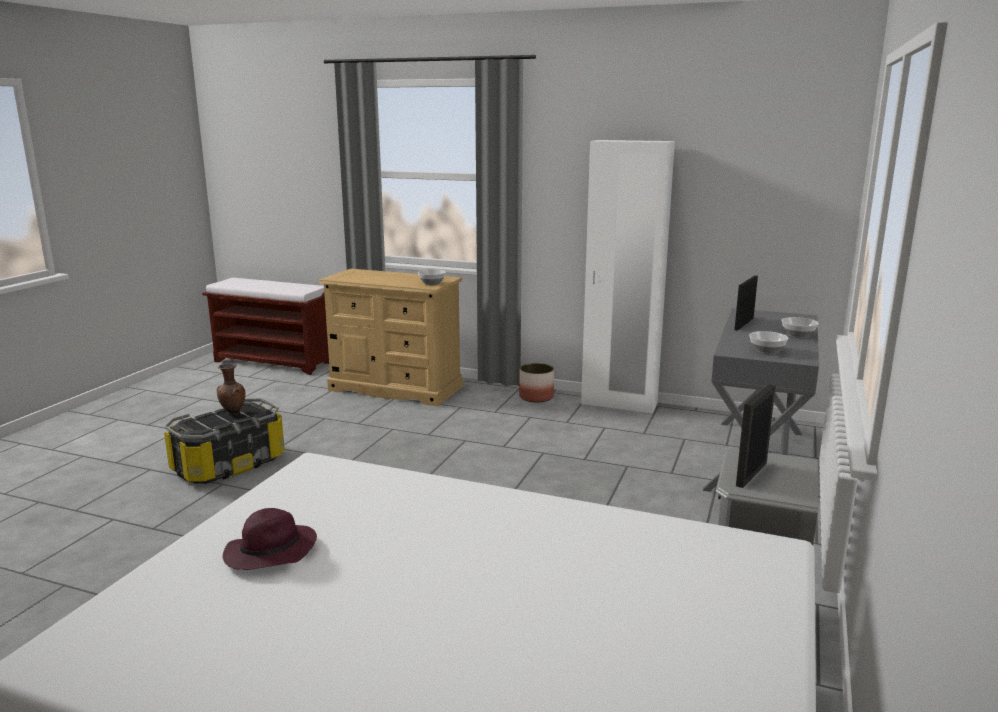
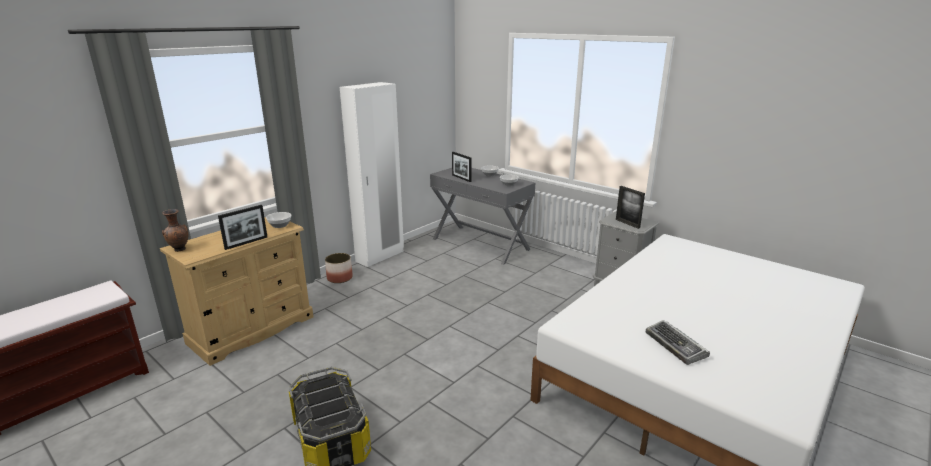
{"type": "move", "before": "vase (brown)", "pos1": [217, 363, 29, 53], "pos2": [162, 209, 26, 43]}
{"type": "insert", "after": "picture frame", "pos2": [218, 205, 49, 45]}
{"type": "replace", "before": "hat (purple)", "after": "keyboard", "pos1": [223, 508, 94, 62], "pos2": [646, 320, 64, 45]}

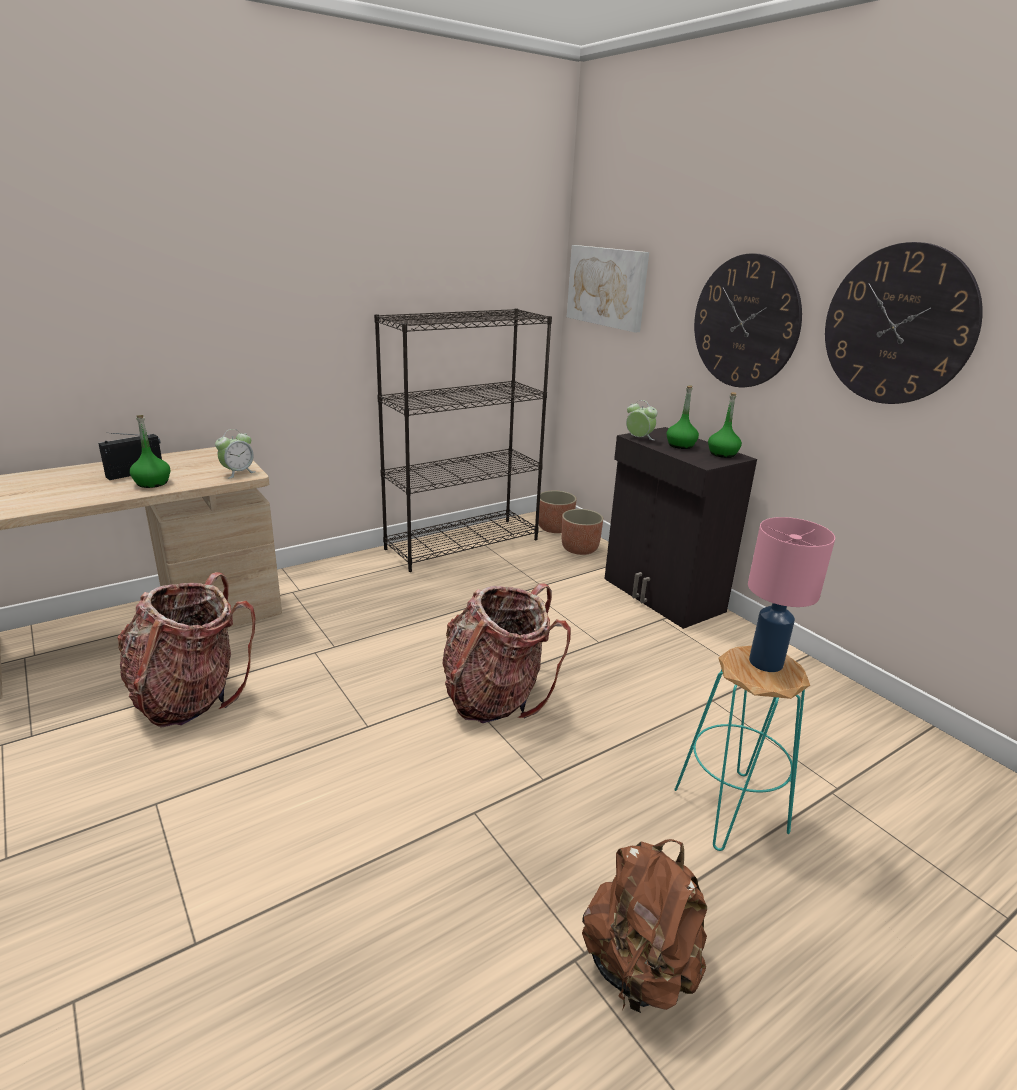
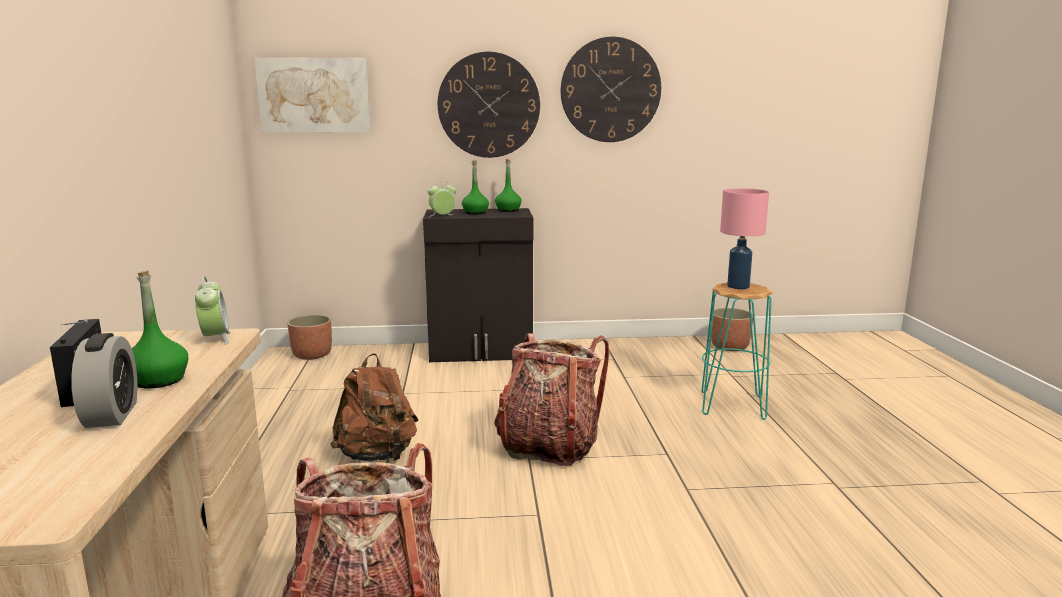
{"type": "insert", "after": "alarm clock", "pos2": [71, 333, 67, 95]}
{"type": "move", "before": "backpack (brown)", "pos1": [582, 839, 125, 174], "pos2": [330, 353, 88, 108]}
{"type": "move", "before": "planter", "pos1": [562, 509, 41, 46], "pos2": [711, 308, 42, 43]}
{"type": "delete", "before": "bookcase (black)", "pos1": [374, 308, 178, 264]}

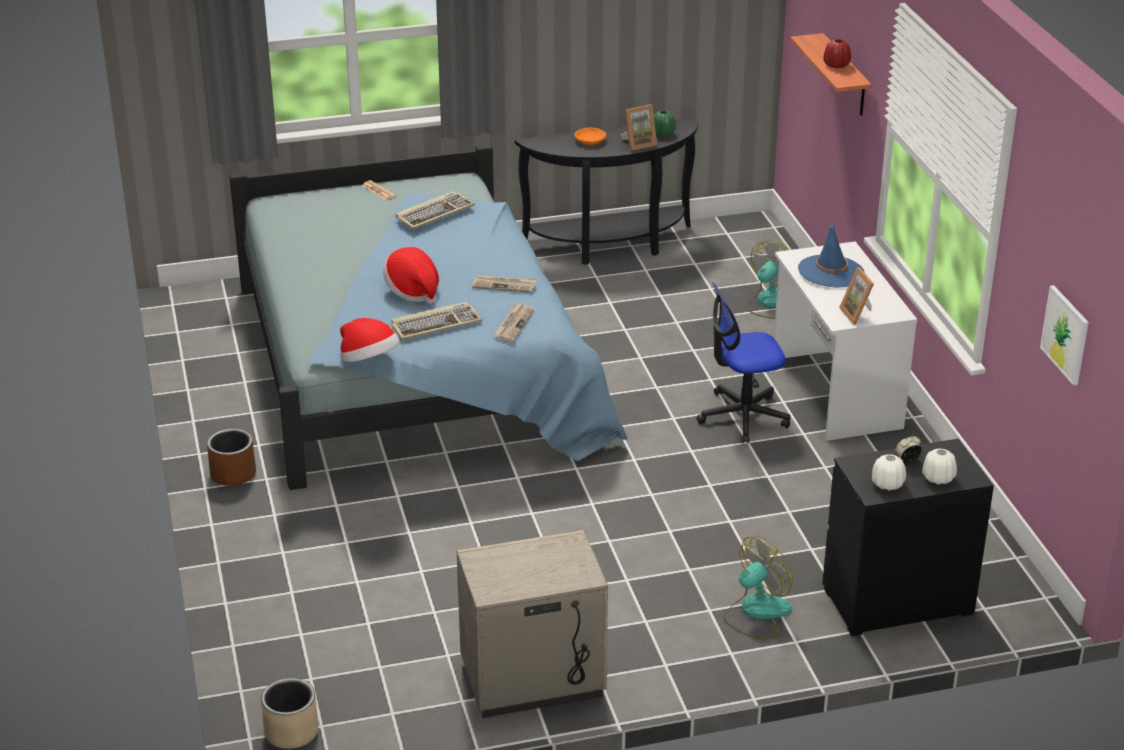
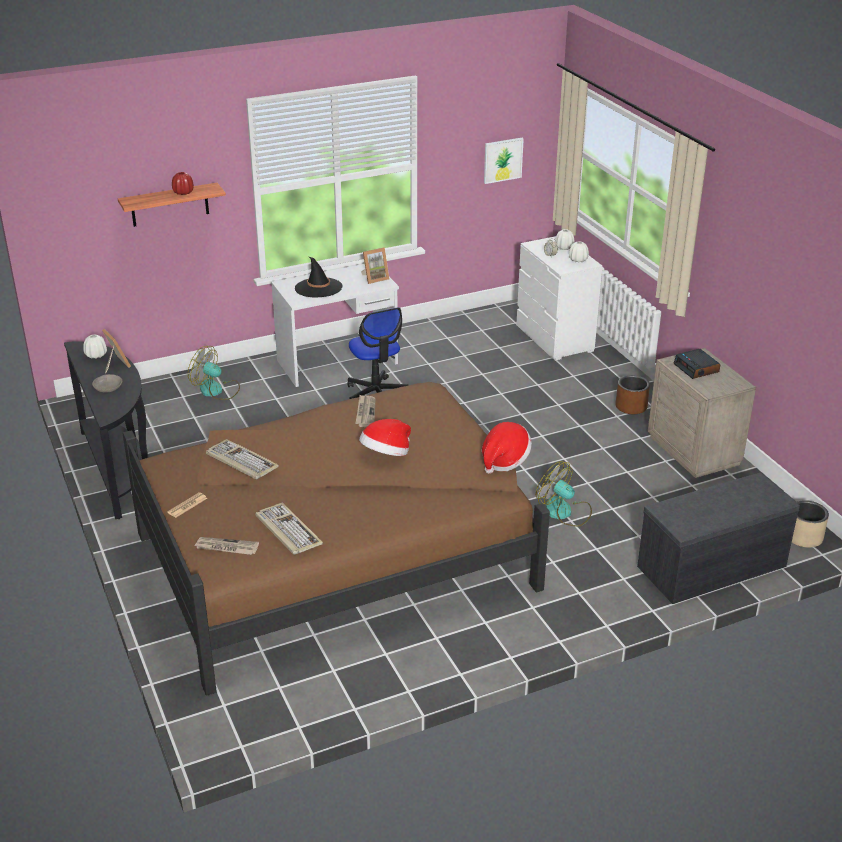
{"type": "recolor", "before": "vase (green)", "after": "vase (white)", "pos1": [653, 110, 23, 27], "pos2": [83, 334, 24, 25]}
{"type": "recolor", "before": "bowl (orange)", "after": "bowl (grey)", "pos1": [574, 128, 32, 17], "pos2": [92, 374, 30, 19]}
{"type": "recolor", "before": "bed (blue)", "after": "bed (brown)", "pos1": [229, 144, 398, 346], "pos2": [122, 382, 428, 314]}
{"type": "move", "before": "newspaper", "pos1": [494, 302, 40, 40], "pos2": [194, 537, 65, 18]}
{"type": "move", "before": "keyboard", "pos1": [392, 302, 90, 38], "pos2": [255, 503, 68, 52]}
{"type": "recolor", "before": "hat (blue)", "after": "hat (black)", "pos1": [798, 222, 67, 65], "pos2": [295, 256, 48, 42]}
{"type": "recolor", "before": "dresser (black)", "after": "dresser (white)", "pos1": [822, 439, 172, 197], "pos2": [516, 236, 86, 124]}
{"type": "move", "before": "fan", "pos1": [723, 536, 70, 103], "pos2": [536, 461, 56, 65]}
{"type": "move", "before": "planter (brown)", "pos1": [207, 429, 49, 57], "pos2": [615, 375, 35, 39]}
{"type": "insert", "after": "bench (grey)", "pos2": [637, 473, 163, 131]}
{"type": "insert", "after": "alarm clock", "pos2": [674, 349, 47, 30]}

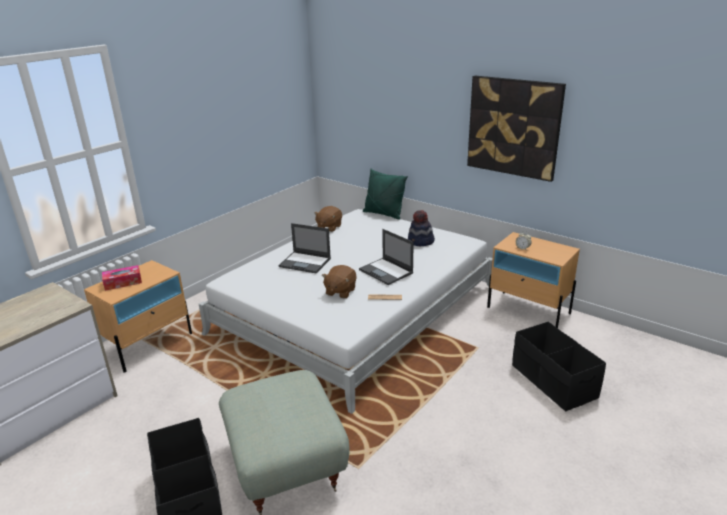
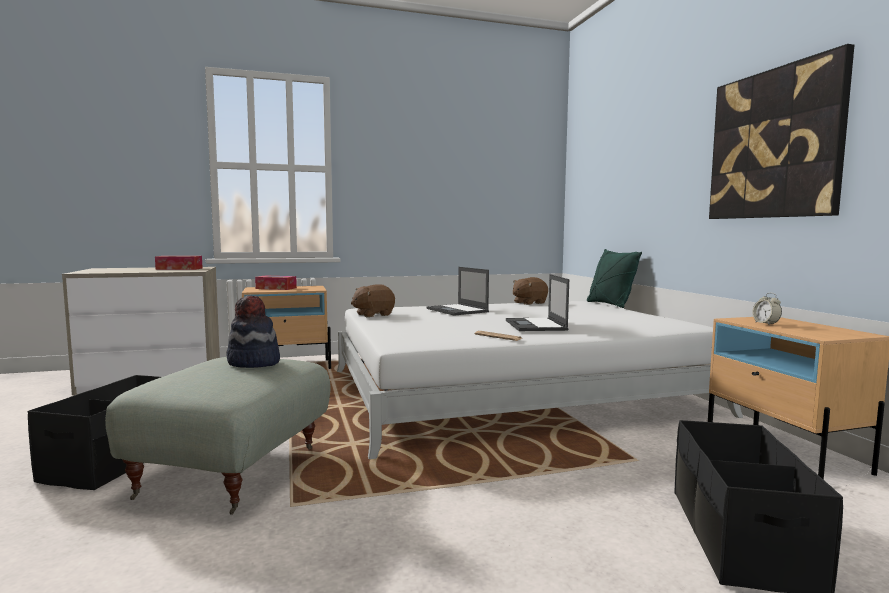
{"type": "insert", "after": "tissue box", "pos2": [155, 256, 48, 14]}
{"type": "move", "before": "hat", "pos1": [408, 210, 27, 36], "pos2": [226, 295, 54, 73]}
{"type": "move", "before": "plush toy (brown)", "pos1": [322, 265, 35, 33], "pos2": [351, 284, 44, 33]}

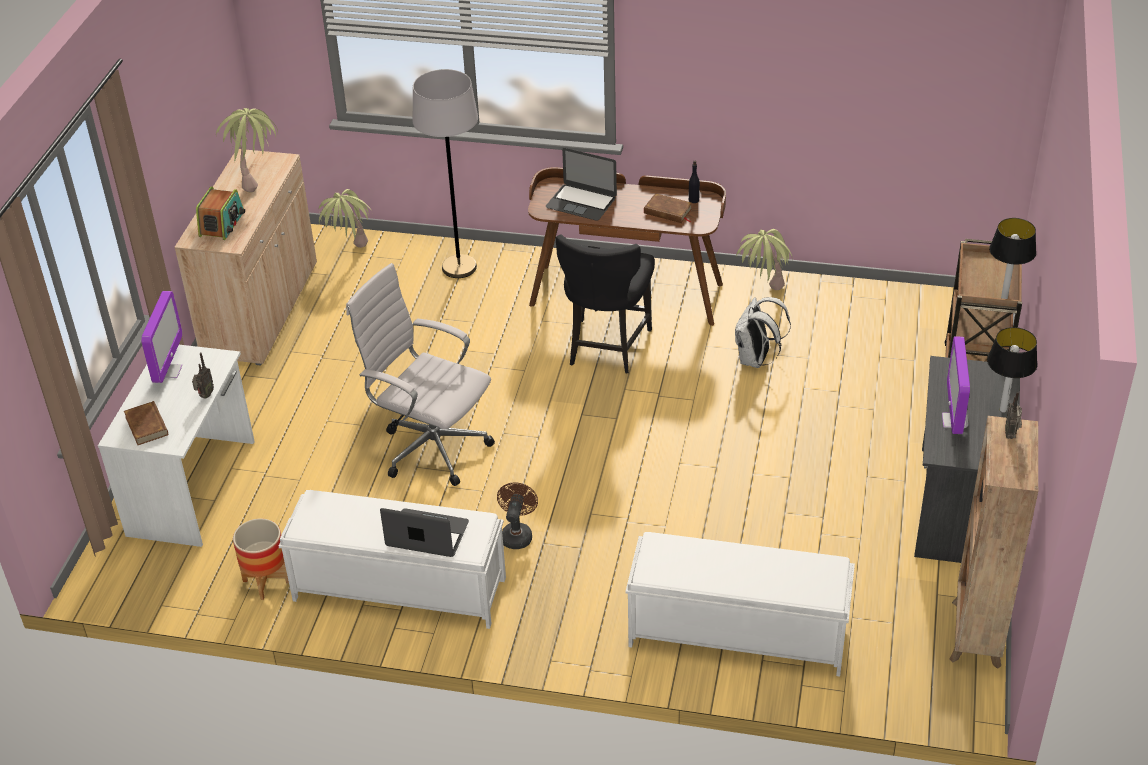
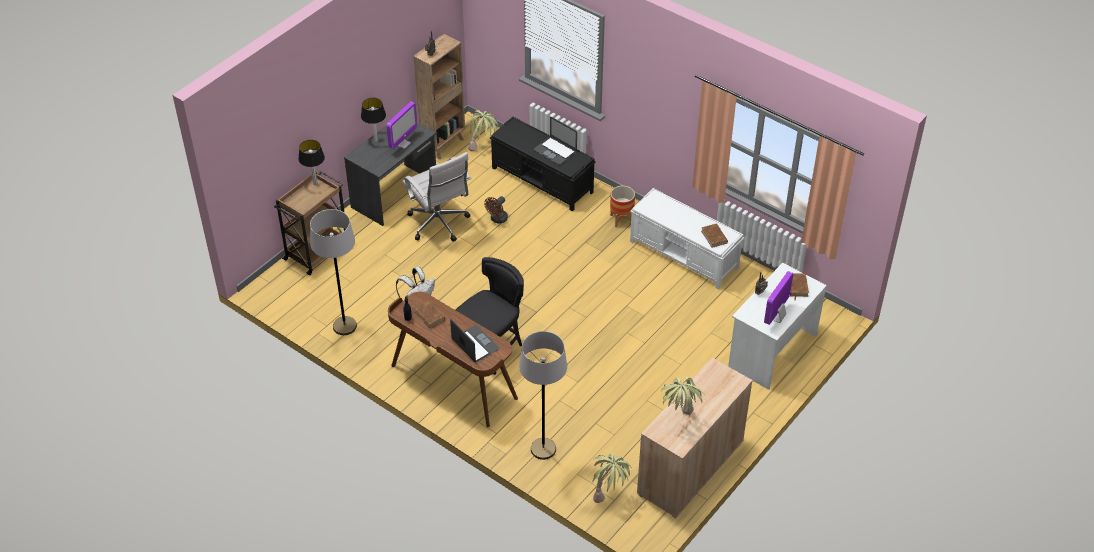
{"type": "insert", "after": "floor lamp (grey)", "pos2": [310, 209, 47, 126]}
{"type": "move", "before": "office chair (white)", "pos1": [346, 263, 149, 223], "pos2": [402, 152, 69, 90]}
{"type": "move", "before": "potted plant", "pos1": [737, 229, 55, 61], "pos2": [468, 110, 31, 41]}
{"type": "move", "before": "fan (brown)", "pos1": [497, 482, 41, 67], "pos2": [484, 196, 24, 28]}
{"type": "recolor", "before": "bench (white)", "after": "bench (black)", "pos1": [625, 532, 230, 145], "pos2": [490, 117, 106, 94]}
{"type": "move", "before": "laptop", "pos1": [380, 508, 89, 49], "pos2": [534, 117, 43, 48]}
{"type": "move", "before": "planter", "pos1": [233, 518, 56, 82], "pos2": [610, 186, 25, 41]}
{"type": "insert", "after": "book (brown)", "pos2": [701, 223, 27, 25]}
{"type": "delete", "before": "radio", "pos1": [196, 187, 49, 53]}

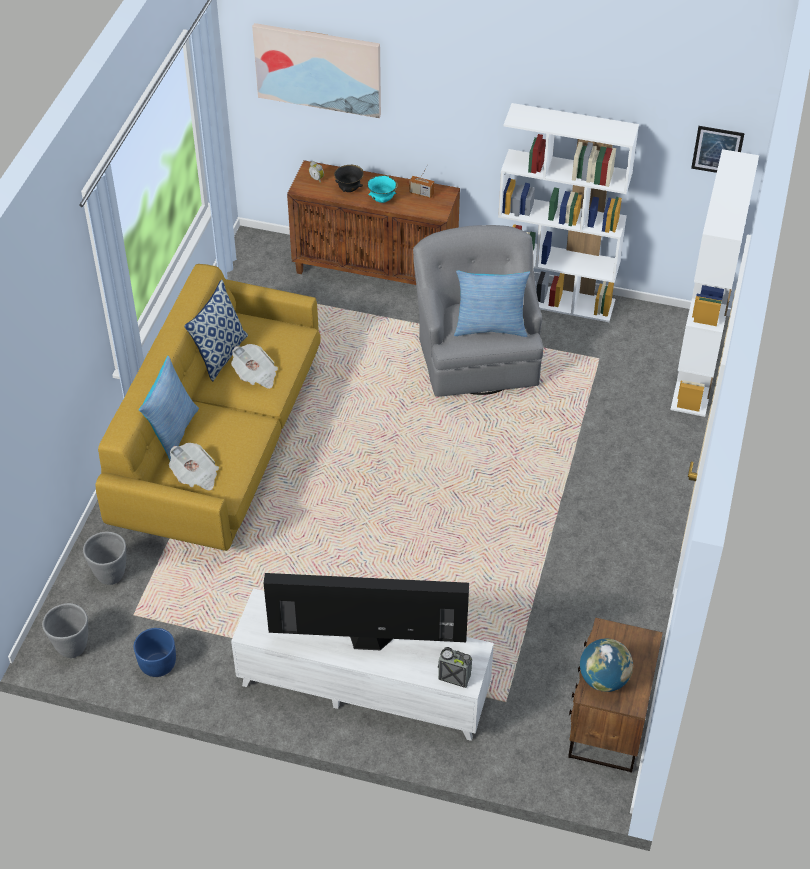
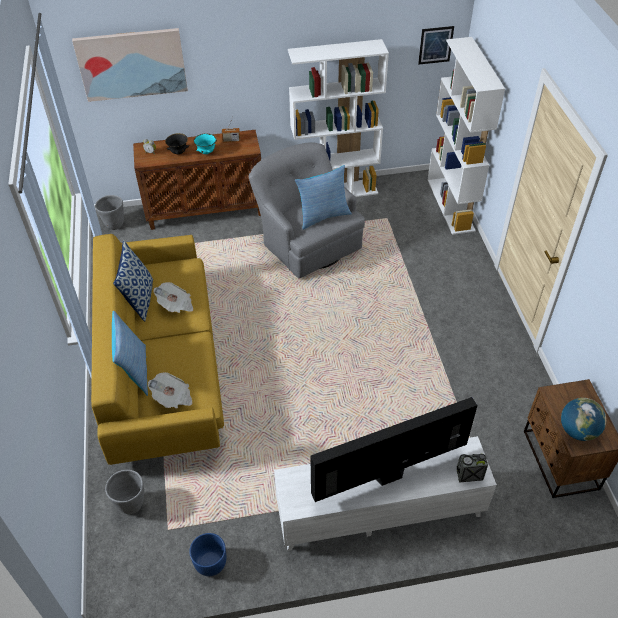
{"type": "move", "before": "planter (grey)", "pos1": [42, 603, 46, 55], "pos2": [95, 195, 29, 35]}

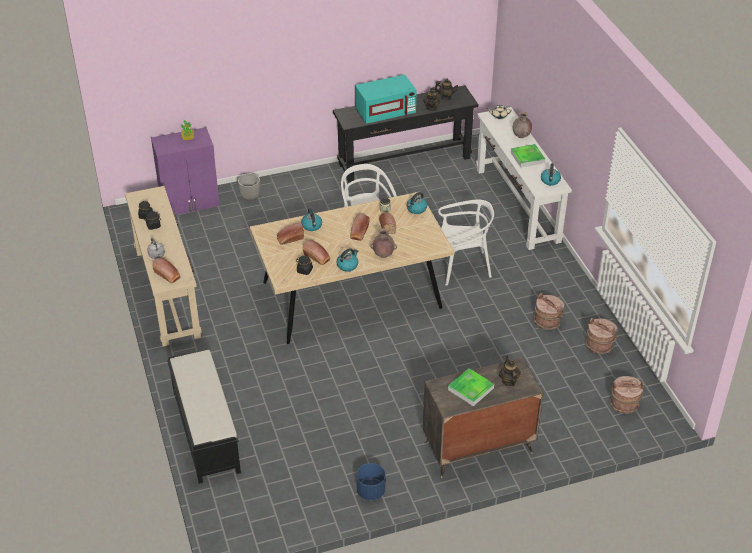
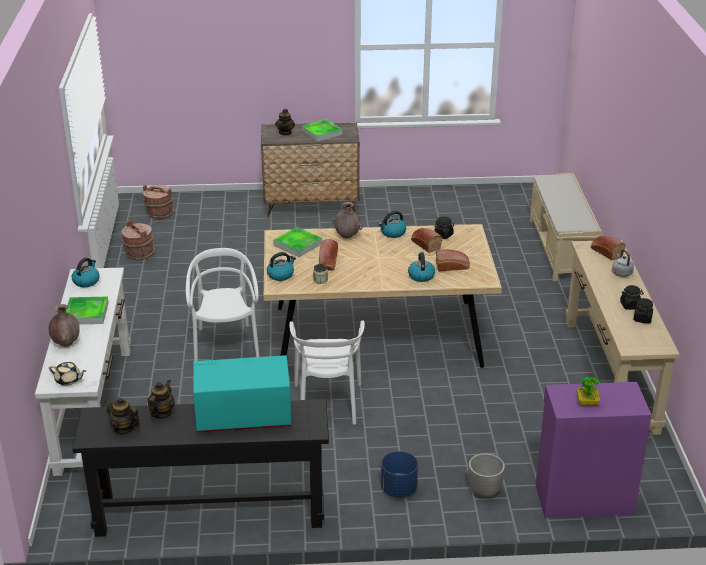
{"type": "rotate", "before": "chair (white)", "pos1": [438, 200, 56, 86], "pos2": [186, 248, 73, 113], "turn": 75}
{"type": "insert", "after": "tray", "pos2": [273, 227, 50, 30]}
{"type": "move", "before": "planter (blue)", "pos1": [356, 463, 29, 37], "pos2": [381, 451, 37, 47]}
{"type": "recolor", "before": "bench (black)", "after": "bench (beige)", "pos1": [167, 350, 74, 134], "pos2": [530, 173, 72, 108]}
{"type": "delete", "before": "bread", "pos1": [350, 213, 20, 28]}
{"type": "delete", "before": "bucket (brown)", "pos1": [533, 293, 31, 37]}

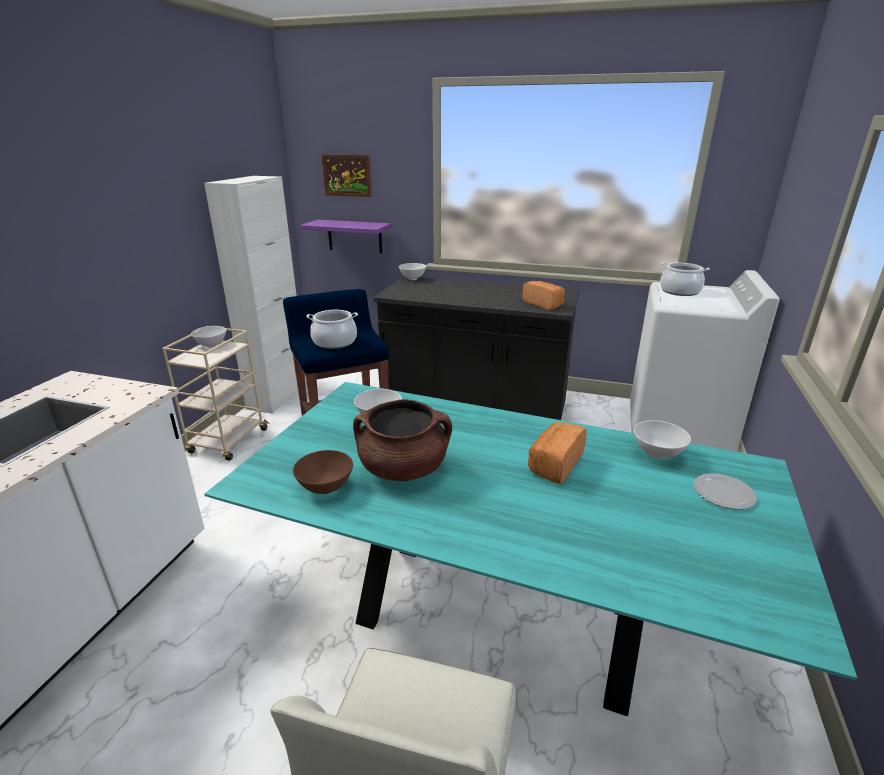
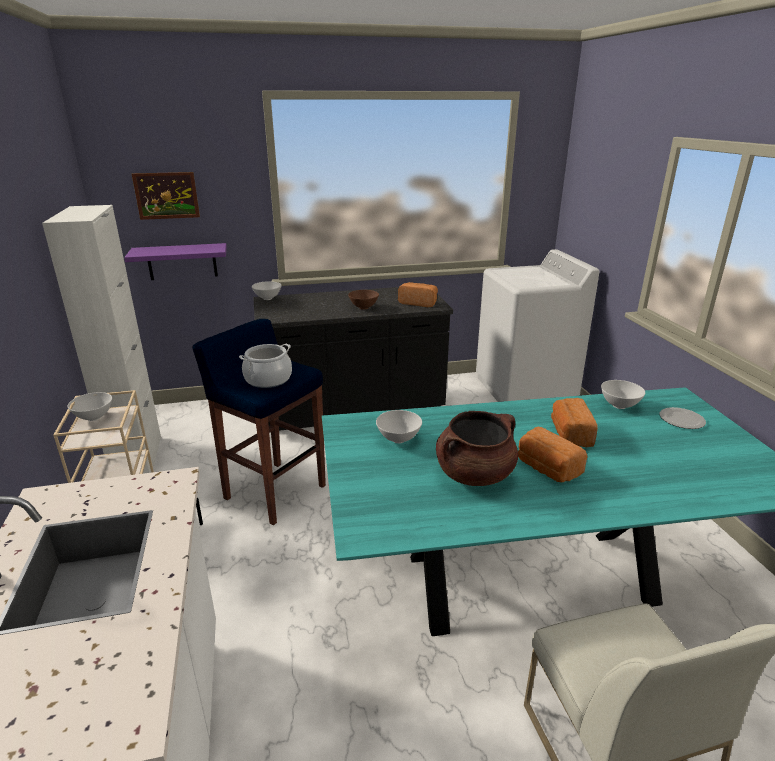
{"type": "move", "before": "bowl (brown)", "pos1": [293, 450, 60, 44], "pos2": [348, 290, 31, 20]}
{"type": "insert", "after": "bread", "pos2": [518, 427, 70, 55]}
{"type": "delete", "before": "cooking pot", "pos1": [660, 262, 50, 34]}

